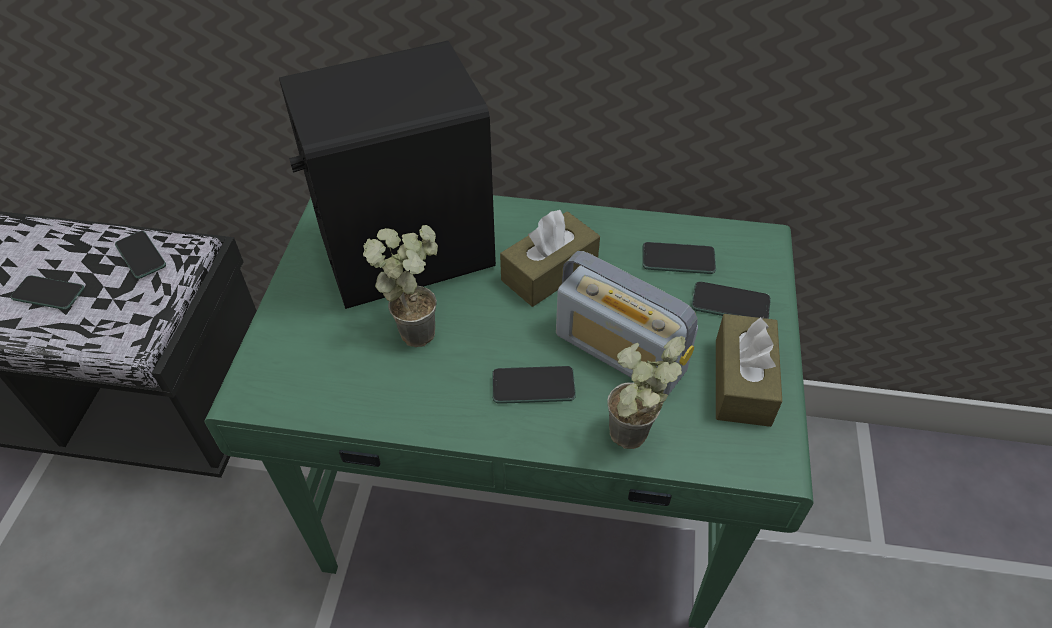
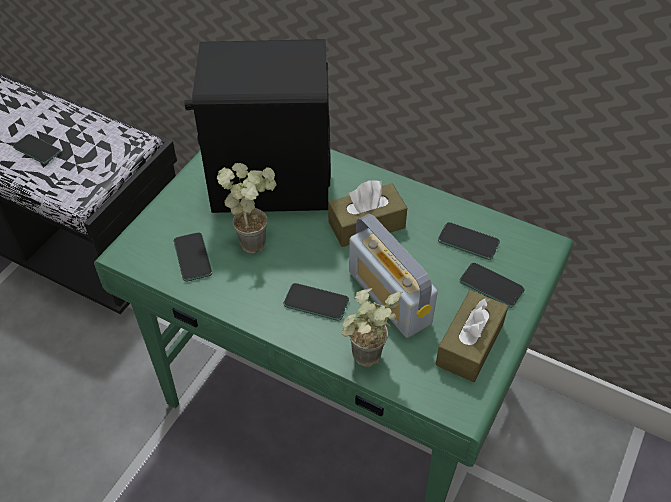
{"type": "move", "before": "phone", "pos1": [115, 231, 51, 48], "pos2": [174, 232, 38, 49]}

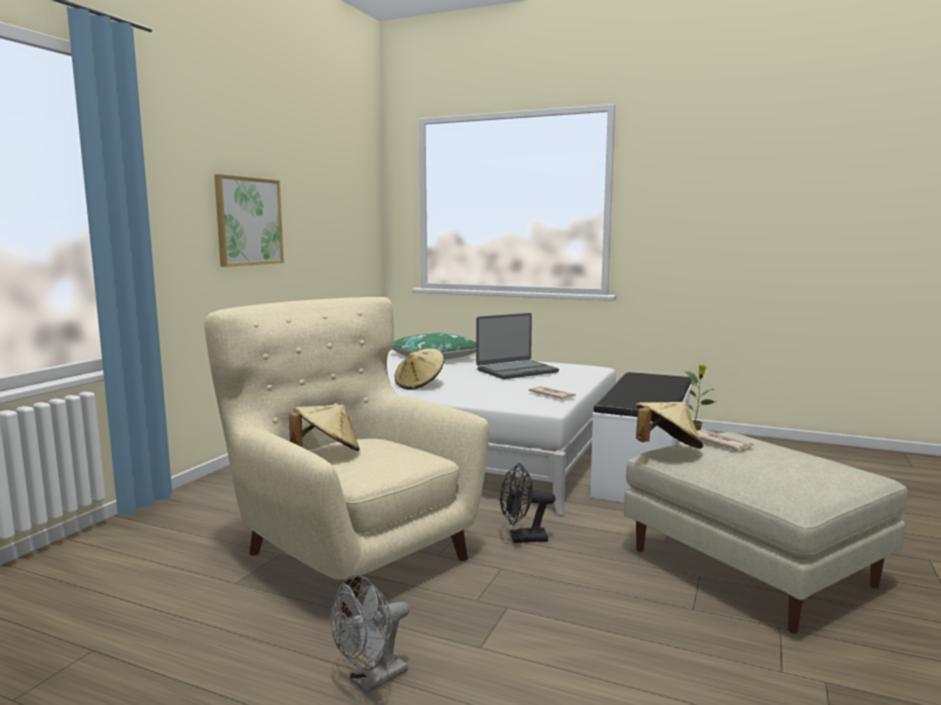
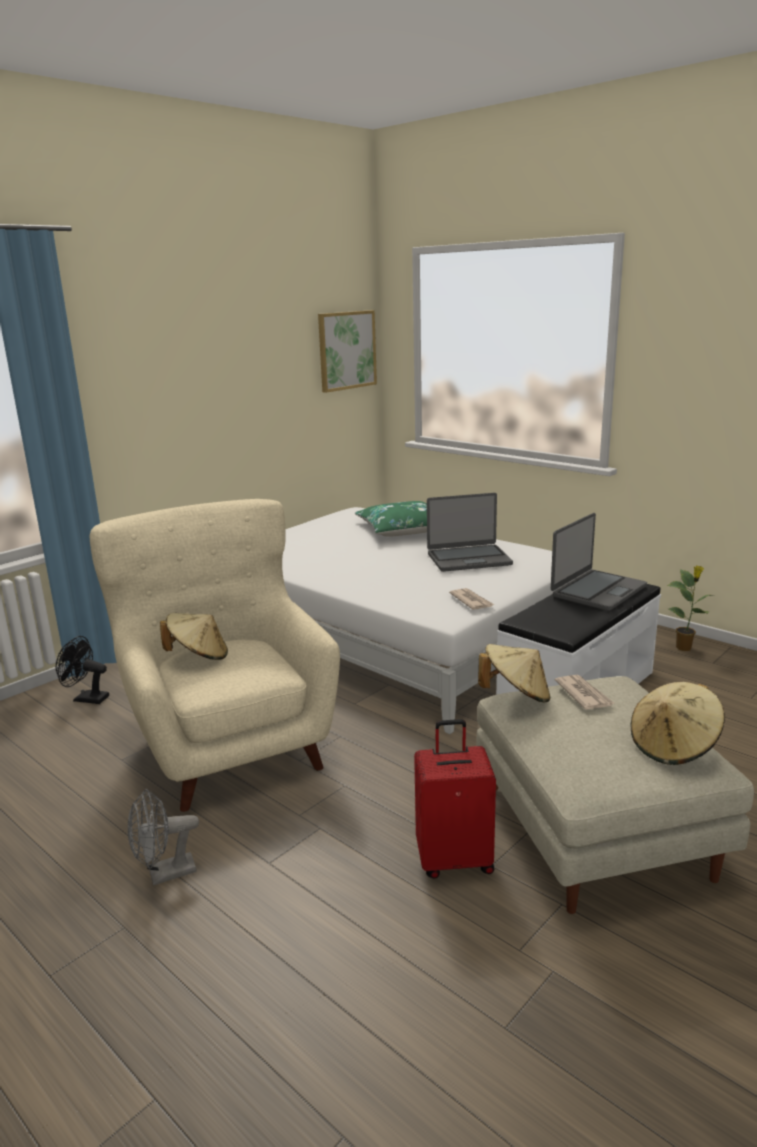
{"type": "move", "before": "fan (black)", "pos1": [500, 463, 55, 80], "pos2": [56, 636, 53, 68]}
{"type": "move", "before": "picture", "pos1": [214, 174, 70, 93], "pos2": [318, 310, 59, 83]}
{"type": "insert", "after": "suitcase (red)", "pos2": [414, 719, 82, 160]}
{"type": "insert", "after": "laptop", "pos2": [551, 513, 96, 98]}
{"type": "move", "before": "hat (beige)", "pos1": [395, 349, 49, 41], "pos2": [631, 682, 94, 83]}

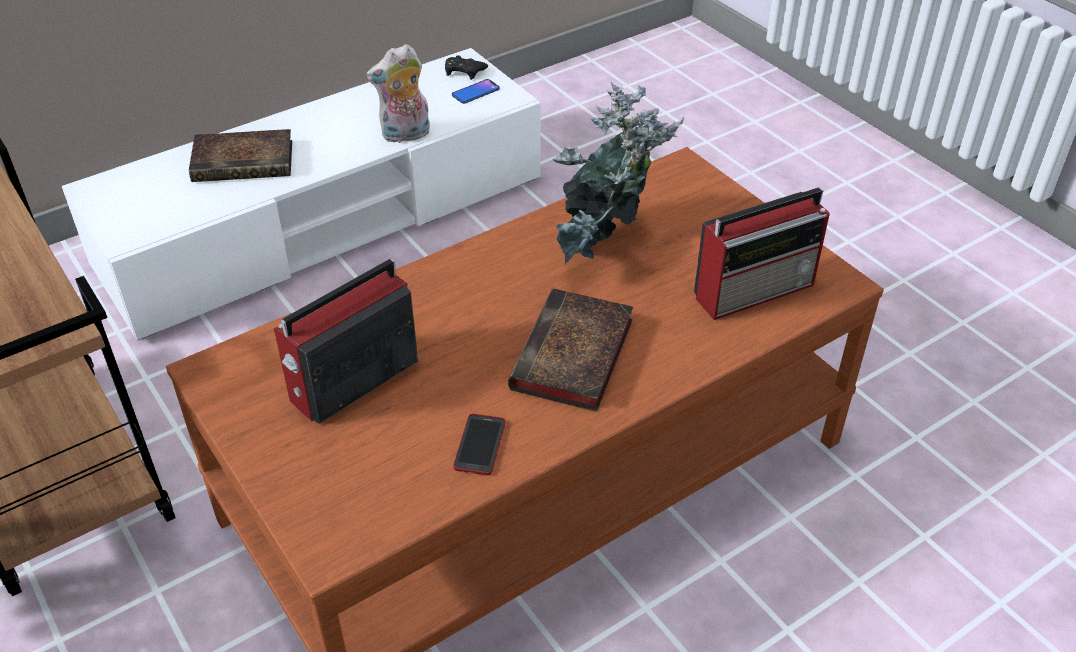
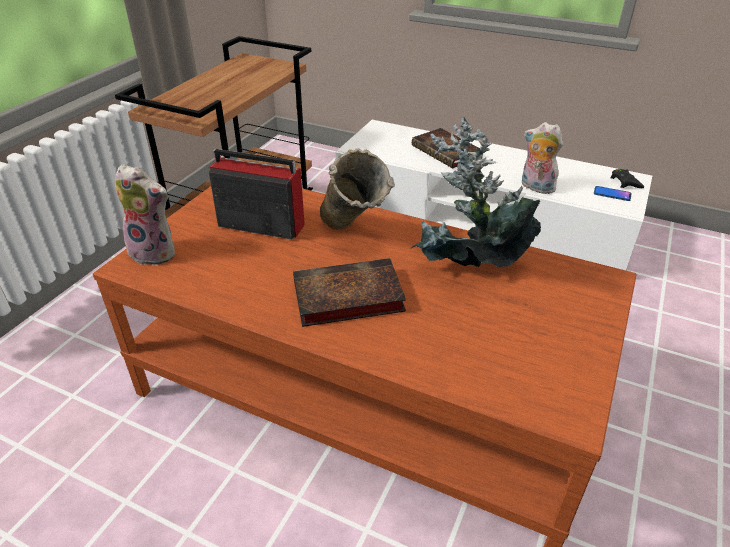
{"type": "insert", "after": "plush toy", "pos2": [116, 164, 59, 102]}
{"type": "insert", "after": "vase (beige)", "pos2": [320, 148, 75, 82]}
{"type": "delete", "before": "phone", "pos1": [453, 414, 52, 61]}
{"type": "delete", "before": "radio", "pos1": [694, 187, 136, 133]}

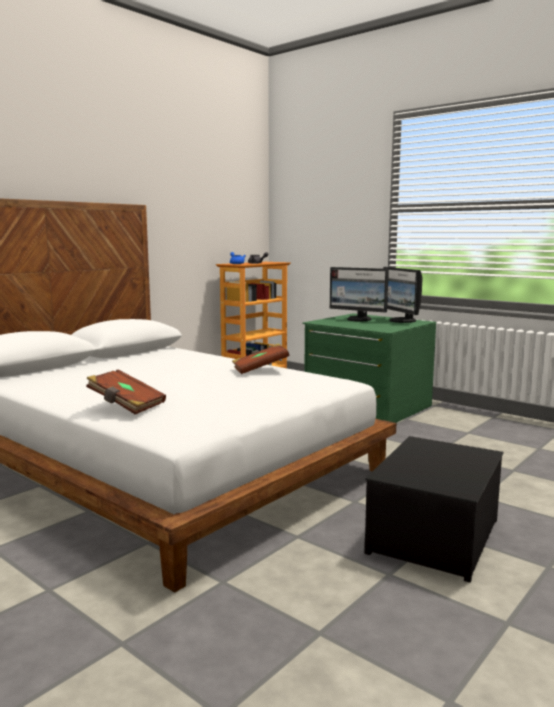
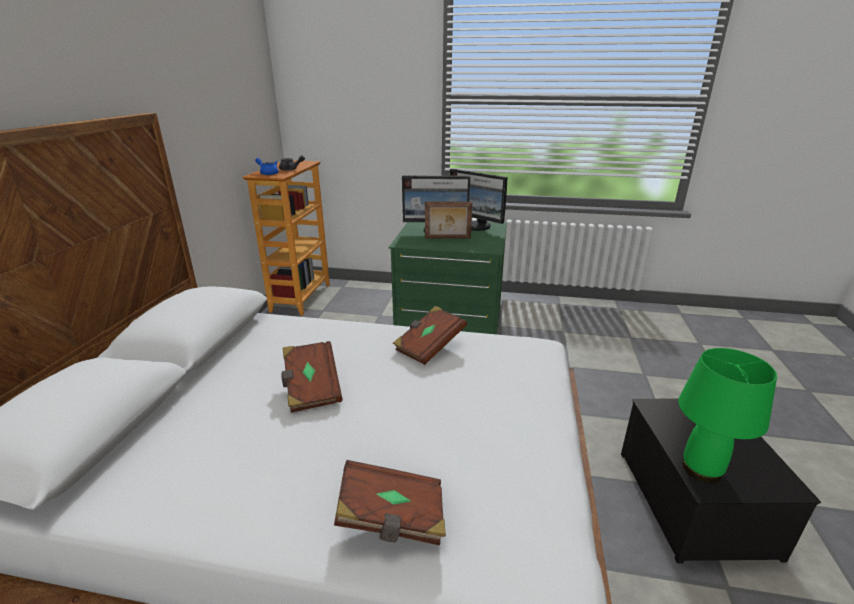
{"type": "insert", "after": "book (brown)", "pos2": [281, 341, 62, 72]}
{"type": "insert", "after": "picture frame", "pos2": [425, 202, 47, 37]}
{"type": "insert", "after": "table lamp (green)", "pos2": [678, 348, 99, 135]}

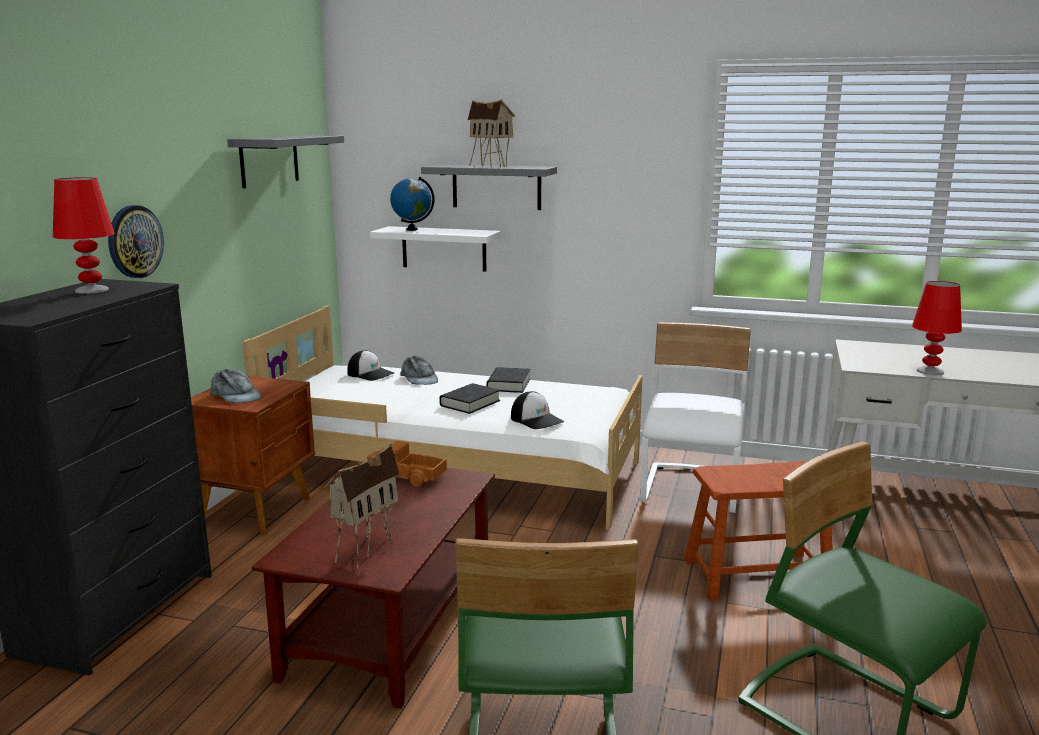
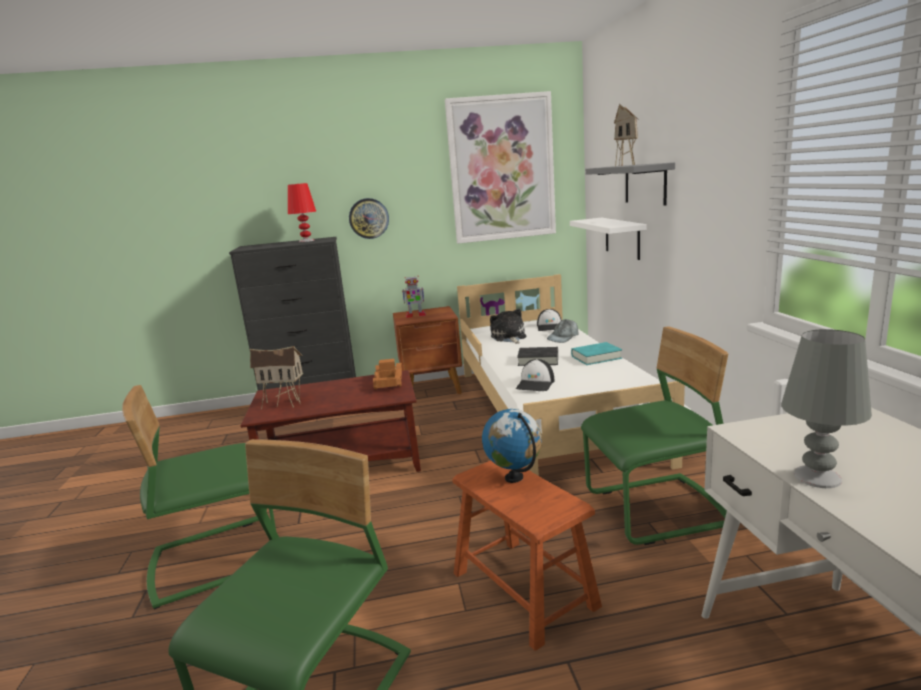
{"type": "replace", "before": "cap (grey)", "after": "toy robot", "pos1": [210, 369, 52, 34], "pos2": [402, 277, 24, 41]}
{"type": "replace", "before": "shelf (grey)", "after": "picture", "pos1": [227, 135, 117, 53], "pos2": [445, 91, 111, 153]}
{"type": "move", "before": "globe", "pos1": [390, 177, 45, 54], "pos2": [482, 409, 60, 74]}
{"type": "insert", "after": "plush toy", "pos2": [490, 309, 36, 35]}
{"type": "recolor", "before": "book (black)", "after": "book (turquoise)", "pos1": [486, 367, 44, 26], "pos2": [571, 342, 51, 23]}
{"type": "recolor", "before": "chair (white)", "after": "chair (green)", "pos1": [640, 322, 111, 191], "pos2": [581, 326, 147, 219]}
{"type": "recolor", "before": "table lamp (red)", "after": "table lamp (grey)", "pos1": [912, 281, 50, 94], "pos2": [781, 329, 91, 159]}

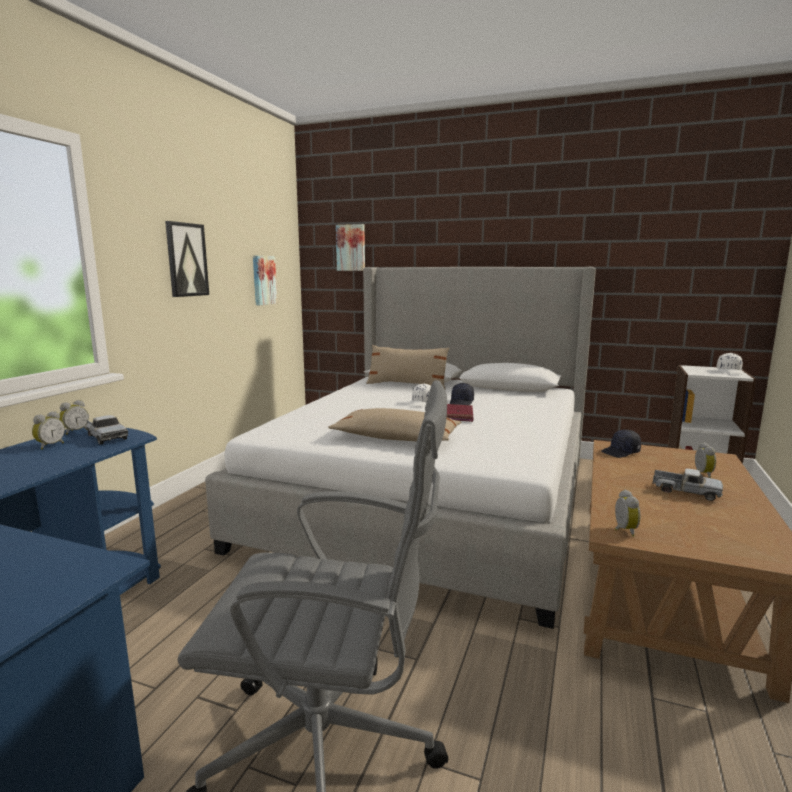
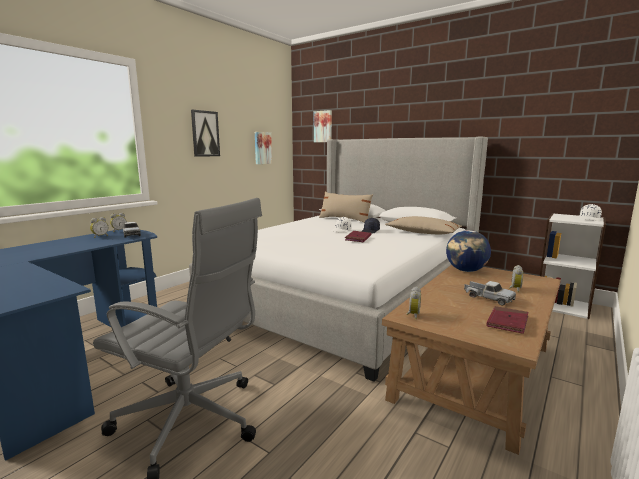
{"type": "move", "before": "pillow (beige)", "pos1": [328, 408, 134, 33], "pos2": [385, 216, 77, 18]}
{"type": "replace", "before": "cap (black)", "after": "globe", "pos1": [601, 429, 40, 29], "pos2": [446, 230, 45, 42]}
{"type": "insert", "after": "book (red)", "pos2": [487, 306, 42, 28]}

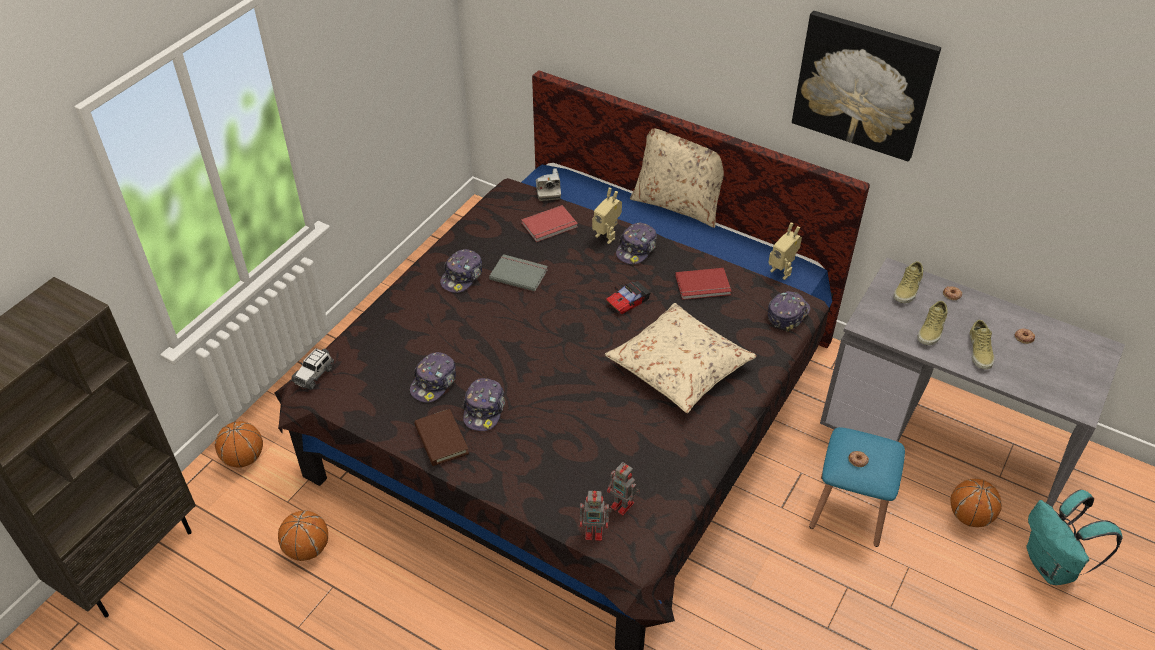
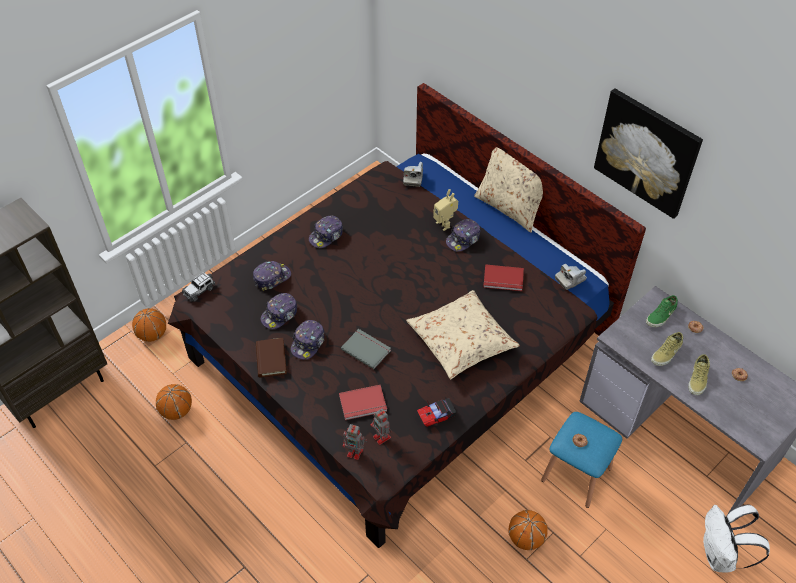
{"type": "move", "before": "cap", "pos1": [768, 291, 42, 41], "pos2": [253, 261, 38, 30]}
{"type": "move", "before": "book (red)", "pos1": [521, 205, 57, 37], "pos2": [339, 385, 48, 35]}
{"type": "move", "before": "book (grey)", "pos1": [489, 254, 59, 38], "pos2": [341, 329, 50, 41]}
{"type": "move", "before": "toy car", "pos1": [606, 281, 45, 33], "pos2": [417, 398, 39, 29]}
{"type": "move", "before": "basketball", "pos1": [951, 479, 51, 48], "pos2": [509, 510, 39, 40]}
{"type": "replace", "before": "toy robot", "after": "photo camera", "pos1": [768, 222, 34, 58], "pos2": [555, 264, 32, 26]}
{"type": "recolor", "before": "shoe (beige)", "after": "shoe (green)", "pos1": [894, 261, 29, 42], "pos2": [646, 295, 32, 32]}
{"type": "recolor", "before": "backpack (turquoise)", "after": "backpack (white)", "pos1": [1027, 489, 96, 96], "pos2": [703, 504, 67, 68]}

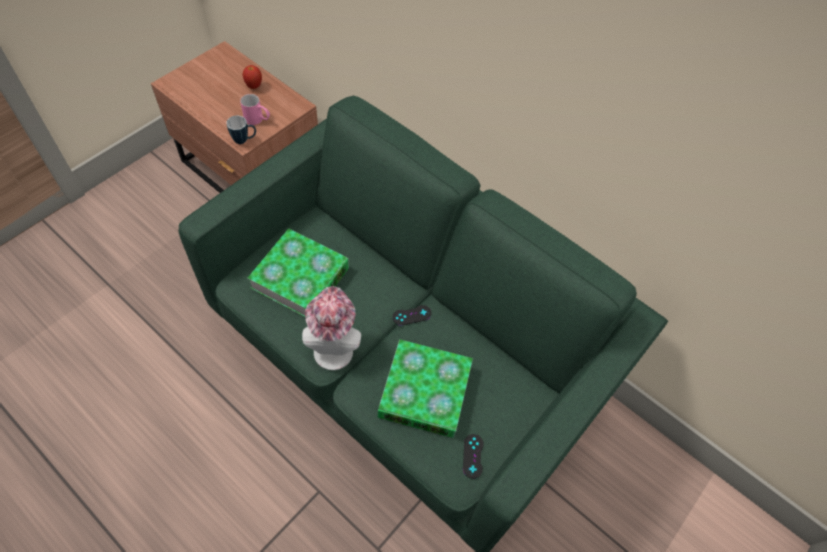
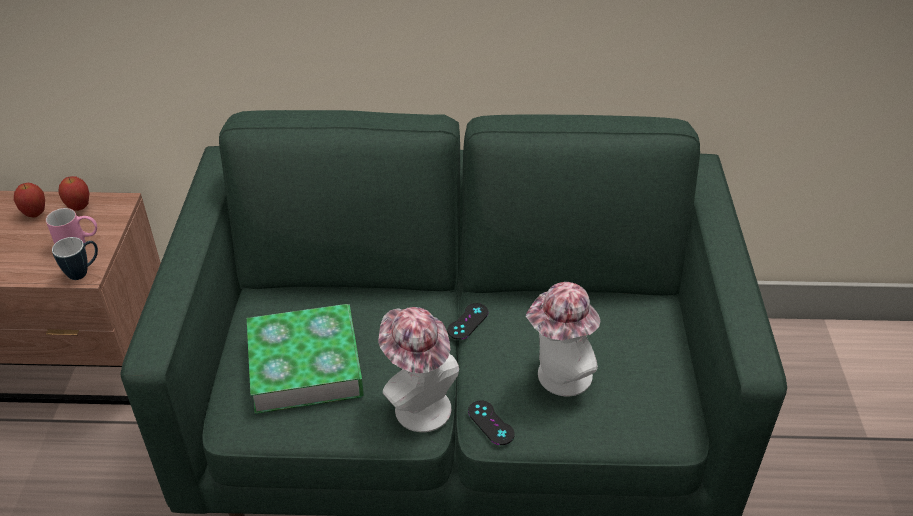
{"type": "insert", "after": "apple", "pos2": [58, 176, 31, 35]}
{"type": "move", "before": "game controller (black)", "pos1": [463, 434, 21, 45], "pos2": [468, 400, 47, 45]}
{"type": "replace", "before": "book", "after": "hat", "pos1": [378, 339, 95, 99], "pos2": [526, 282, 74, 114]}

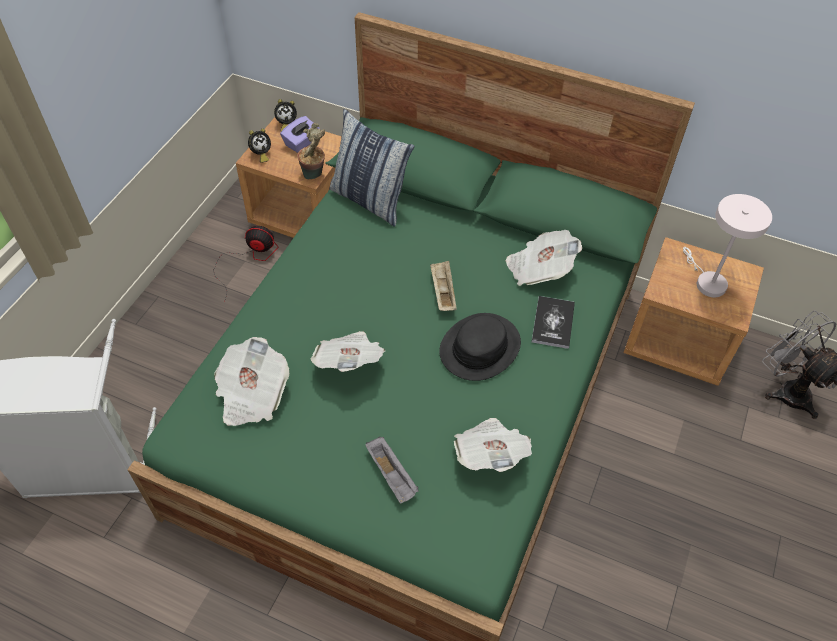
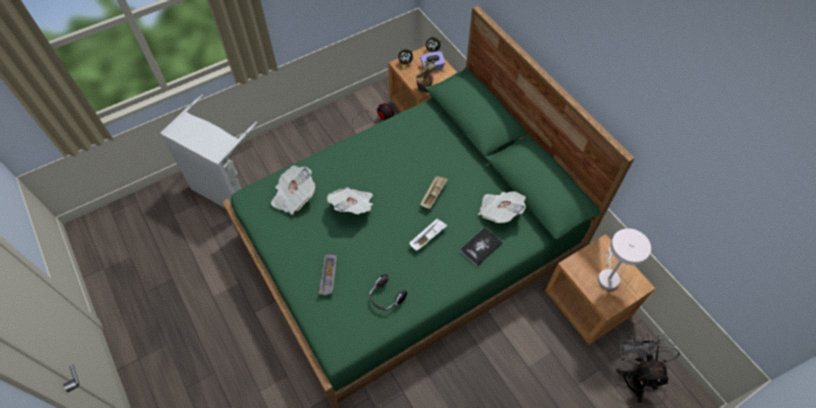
{"type": "replace", "before": "newspaper", "after": "headphones", "pos1": [454, 418, 78, 54], "pos2": [369, 274, 38, 36]}
{"type": "replace", "before": "hat (black)", "after": "tray (white)", "pos1": [439, 313, 82, 68], "pos2": [409, 218, 38, 33]}
{"type": "delete", "before": "pillow", "pos1": [329, 109, 85, 118]}

